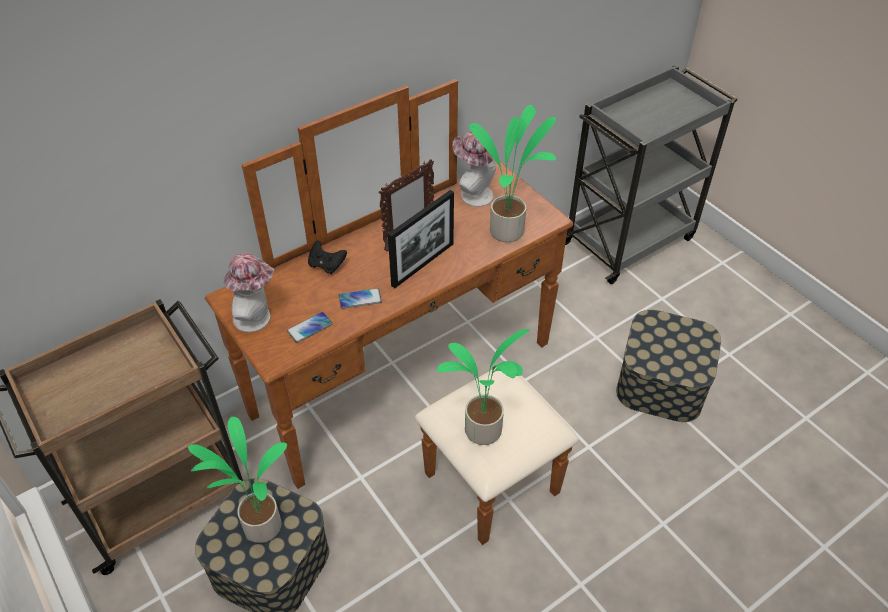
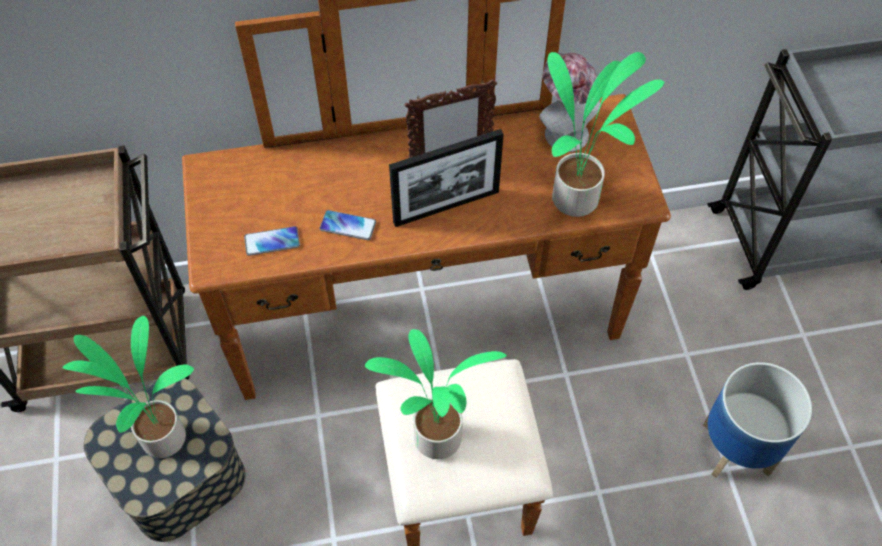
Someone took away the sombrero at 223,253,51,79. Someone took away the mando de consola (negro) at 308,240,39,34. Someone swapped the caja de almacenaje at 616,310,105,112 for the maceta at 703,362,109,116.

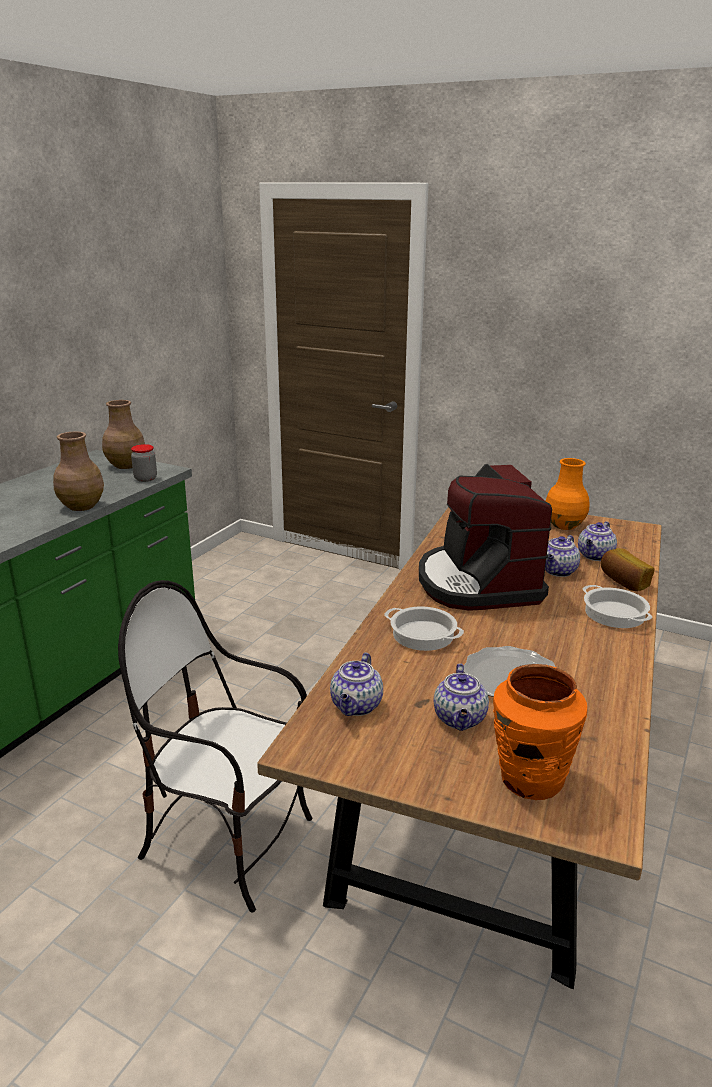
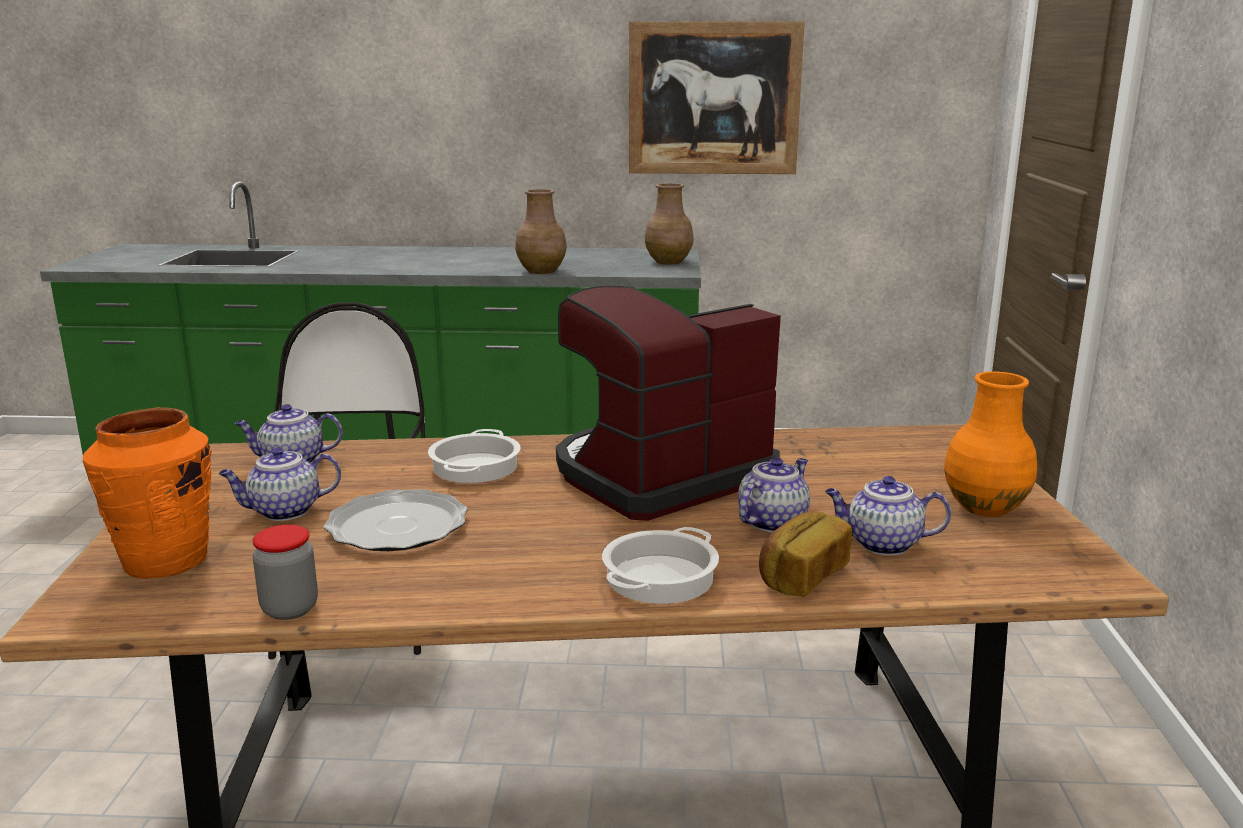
Someone put up the cuadro at 629,21,176,153. Someone carried the tarro from 131,444,26,38 to 253,525,65,95. Someone rotated the tetera at 545,535,35,42 by 120 degrees clockwise.

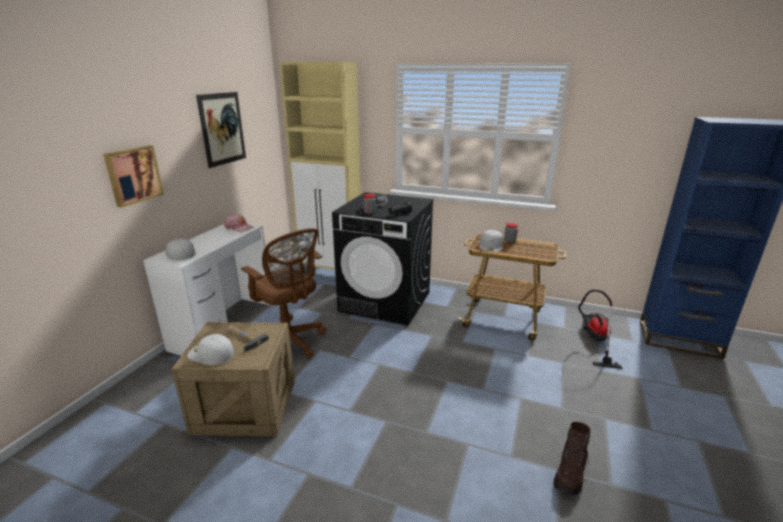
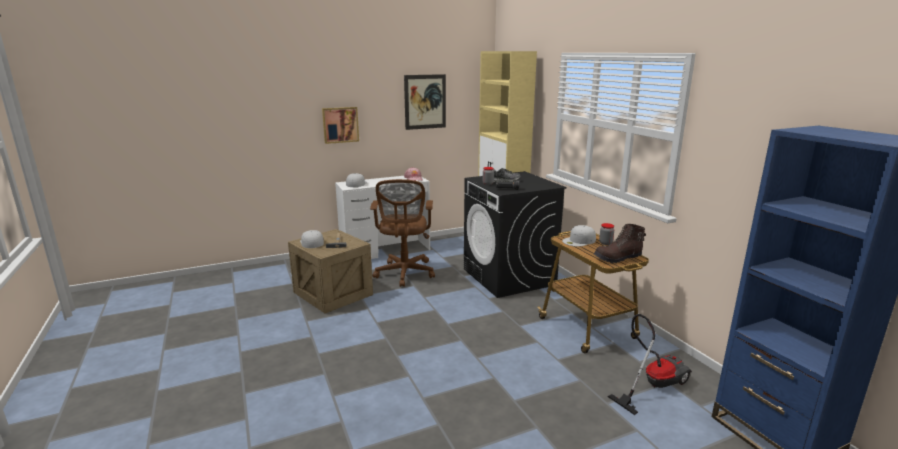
Someone carried the bota (marrón) from 553,422,38,74 to 594,224,52,39.

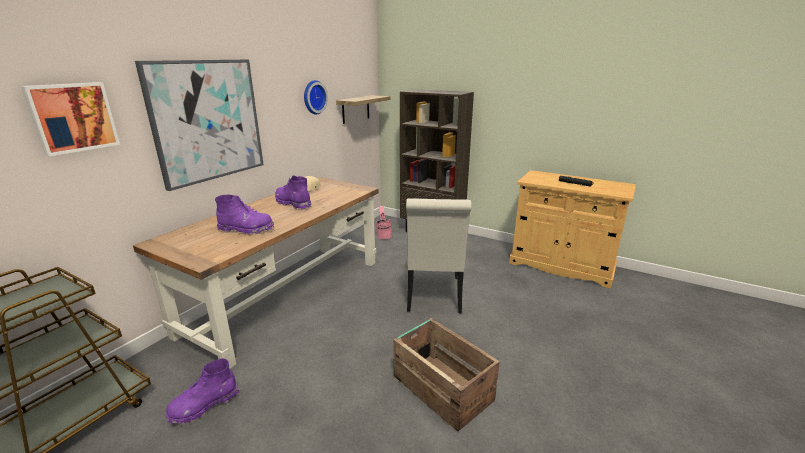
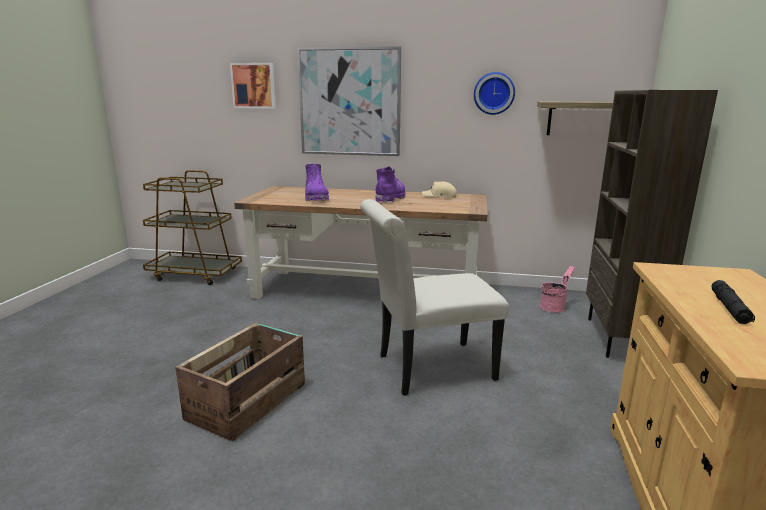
Someone took away the bota (morado) at 166,358,73,68.

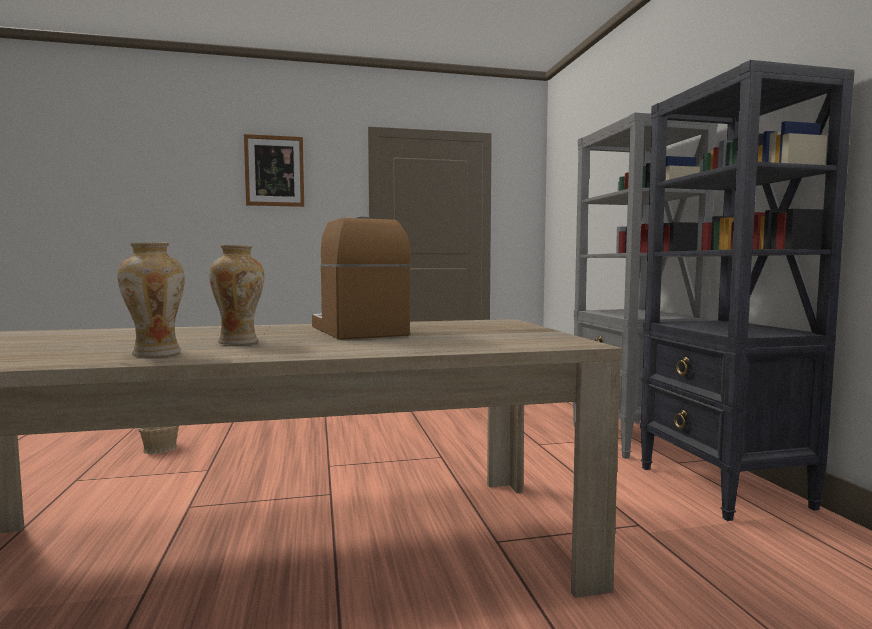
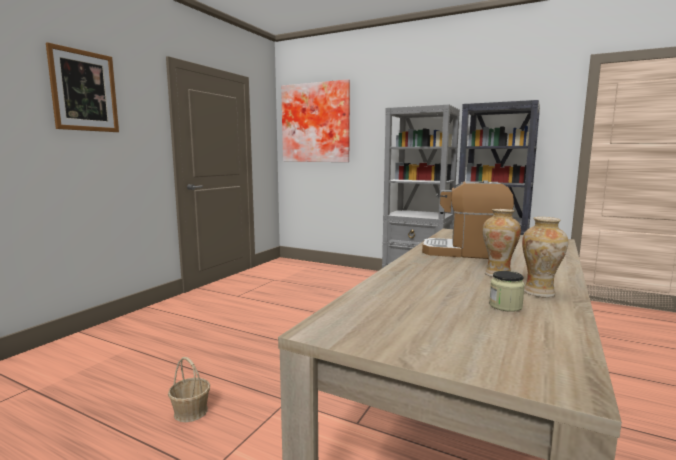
Someone put up the cuadro at 281,79,69,83. Someone put down the tarro at 489,271,36,41.

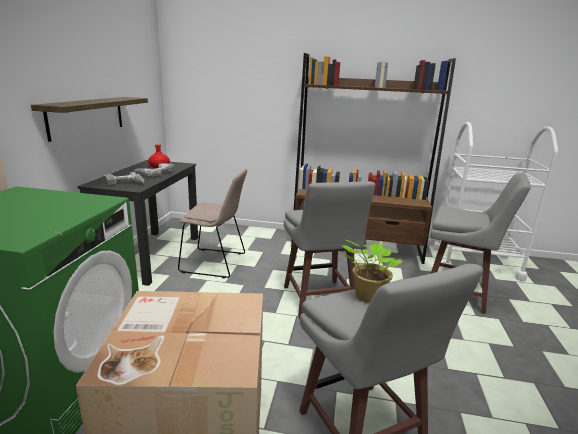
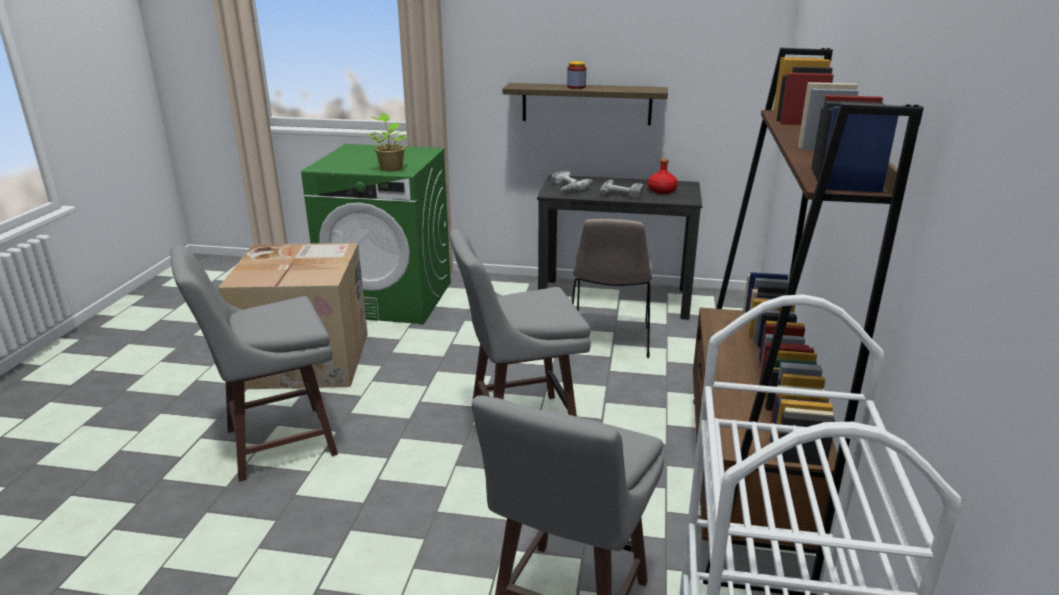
Someone put down the tarro at 567,61,19,28. Someone carried the planta en maceta from 341,240,62,63 to 365,113,43,58.

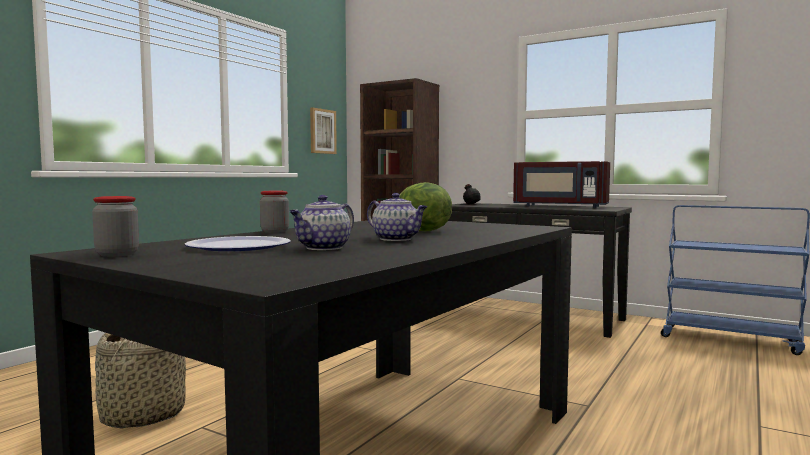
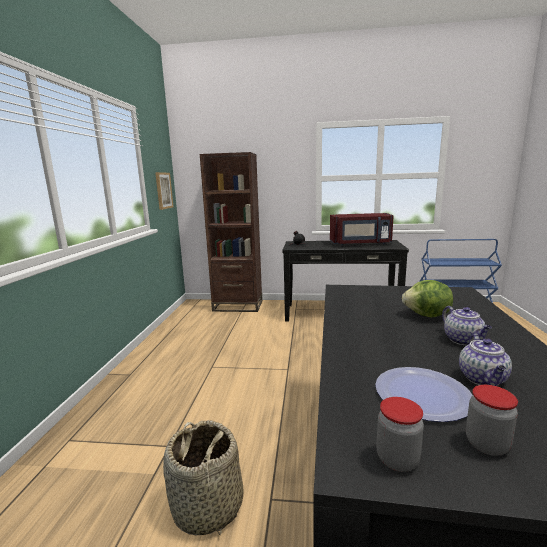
Someone carried the tarro from 260,191,29,42 to 466,385,52,71. Someone rotated the tetera at 367,193,60,48 by 60 degrees clockwise.

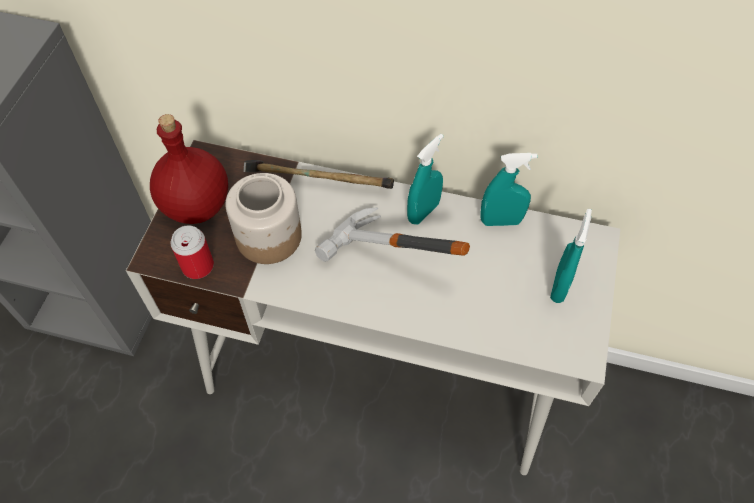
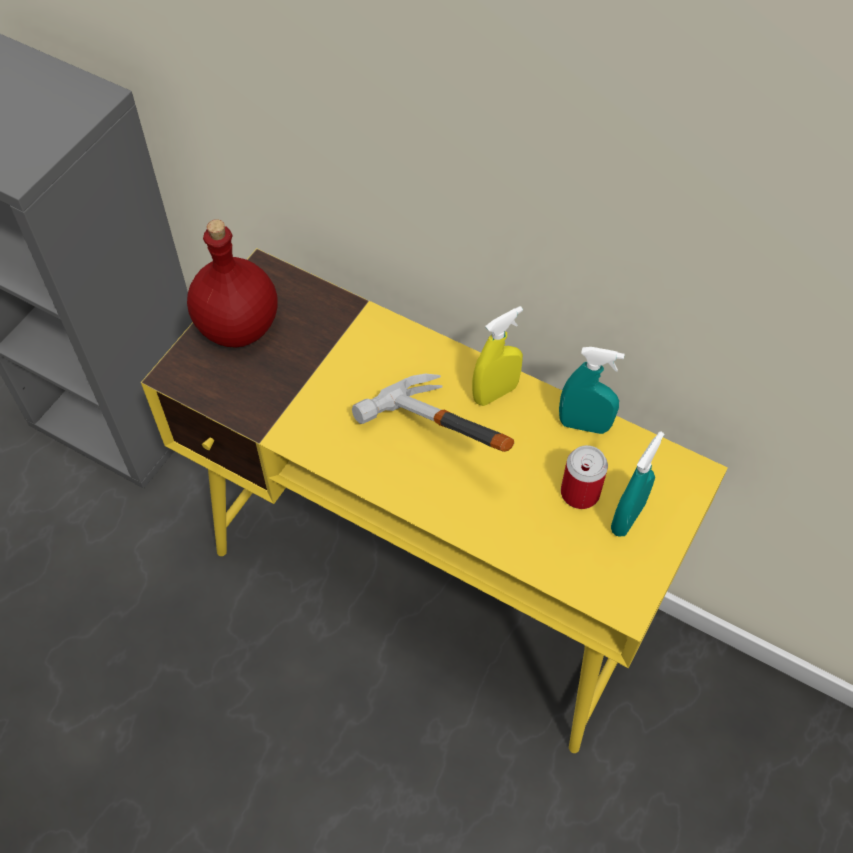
Someone took away the tarro at 225,173,77,91. Someone took away the martillo at 243,160,151,29. Someone carried the lata from 171,225,43,54 to 561,445,47,64. Someone repainted the escritorio (blanco) at 126,140,494,335, which became the escritorio (amarillo) at 141,248,587,505. Someone repainted the pulverizador (turquesa) at 407,134,37,90, which became the pulverizador (amarillo) at 472,306,51,100.

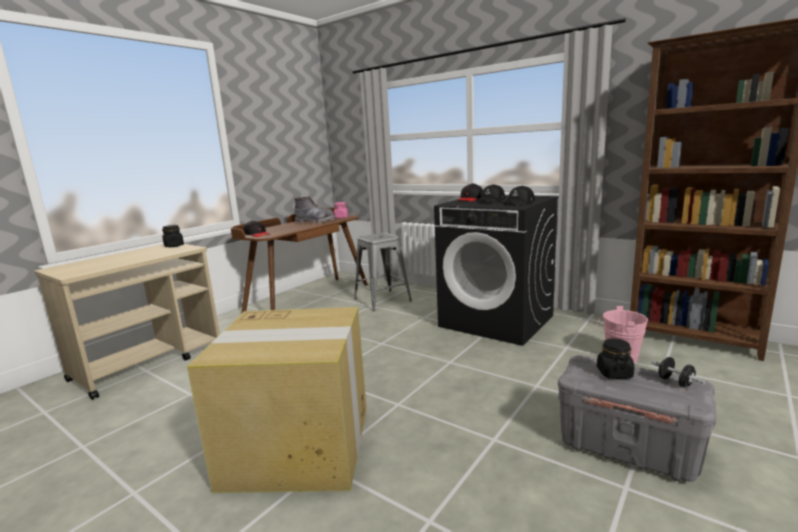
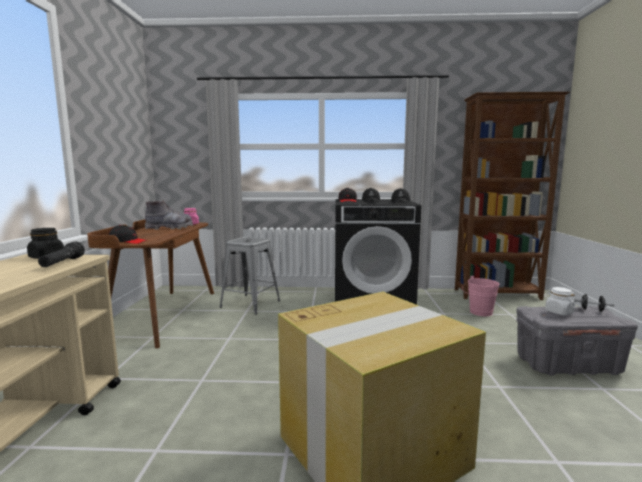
Someone put down the linterna (negro) at 38,242,47,25. Someone repainted the tarro (negro) at 597,338,37,41, which became the tarro (blanco) at 545,287,31,28.

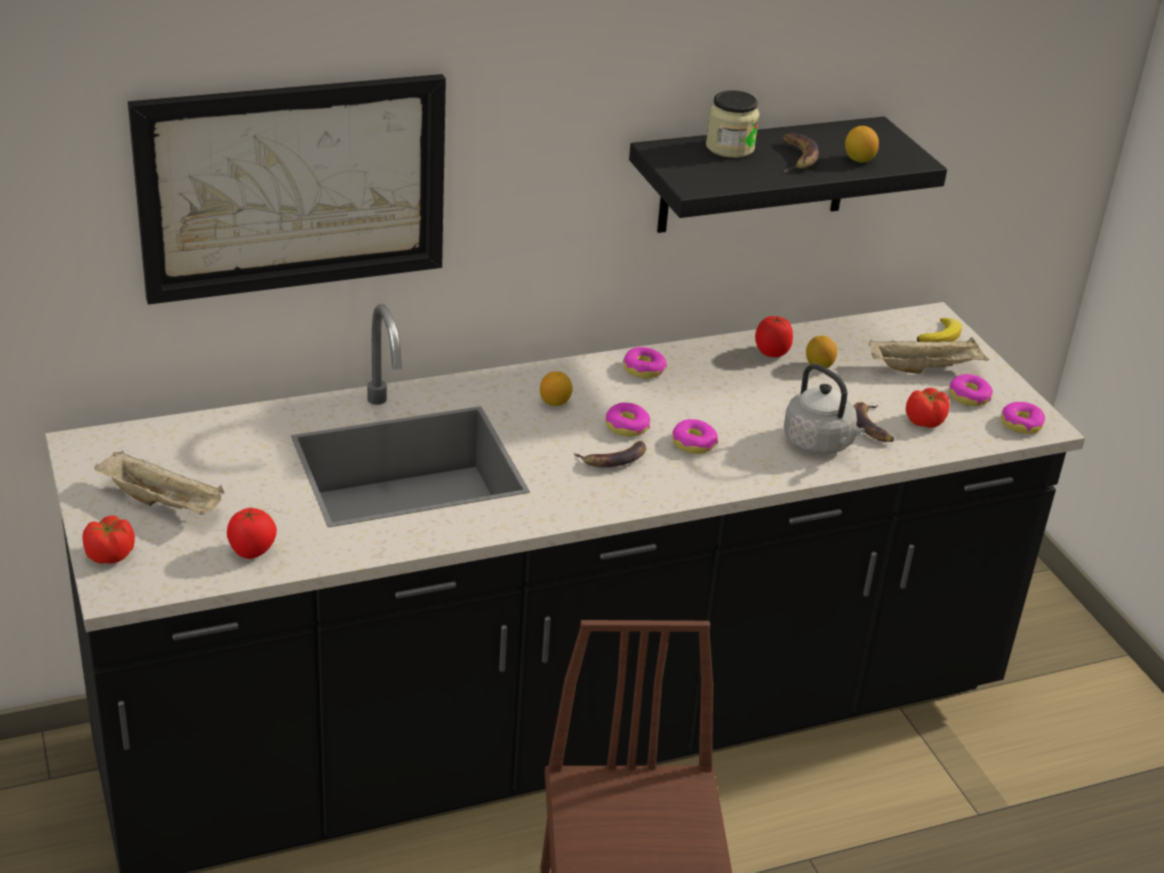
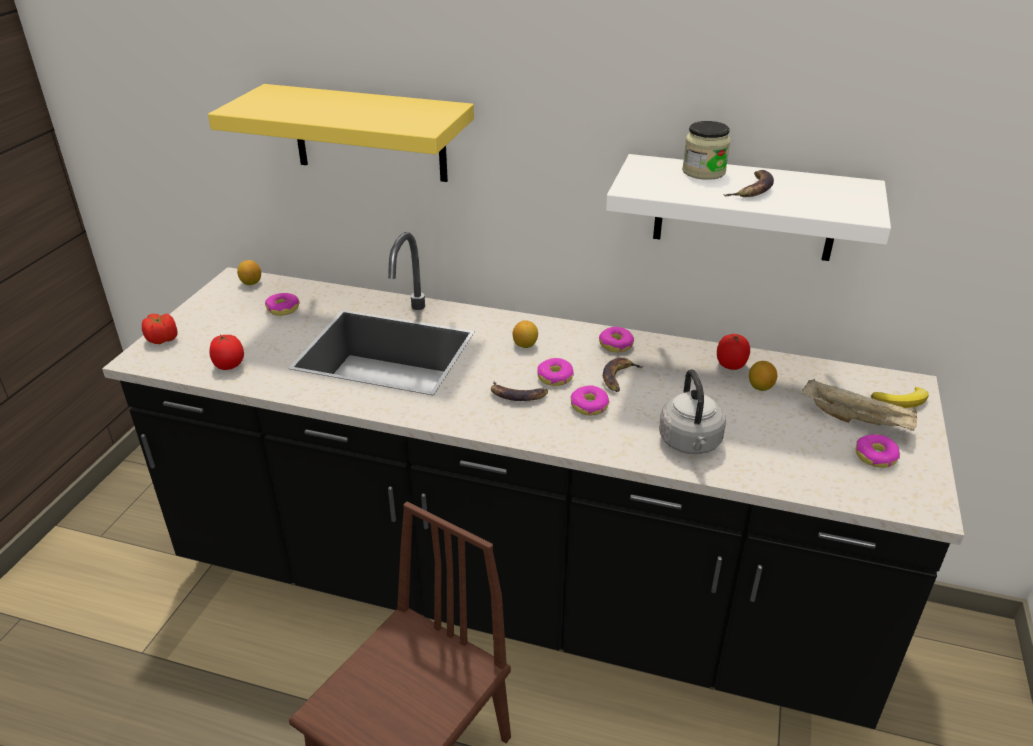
Someone took away the bandeja (beis) at 94,451,131,64. Someone took away the tomate at 906,388,43,40. Someone carried the limón from 845,126,34,37 to 237,260,24,25. Someone carried the plátano from 853,402,41,40 to 603,357,41,35. Someone carried the rosquilla from 1001,402,44,32 to 265,293,35,23. Someone swapped the cuadro at 128,74,318,231 for the estante (amarillo) at 208,84,266,98. Someone repainted the estante (negro) at 629,116,318,117, which became the estante (blanco) at 606,154,285,107.

